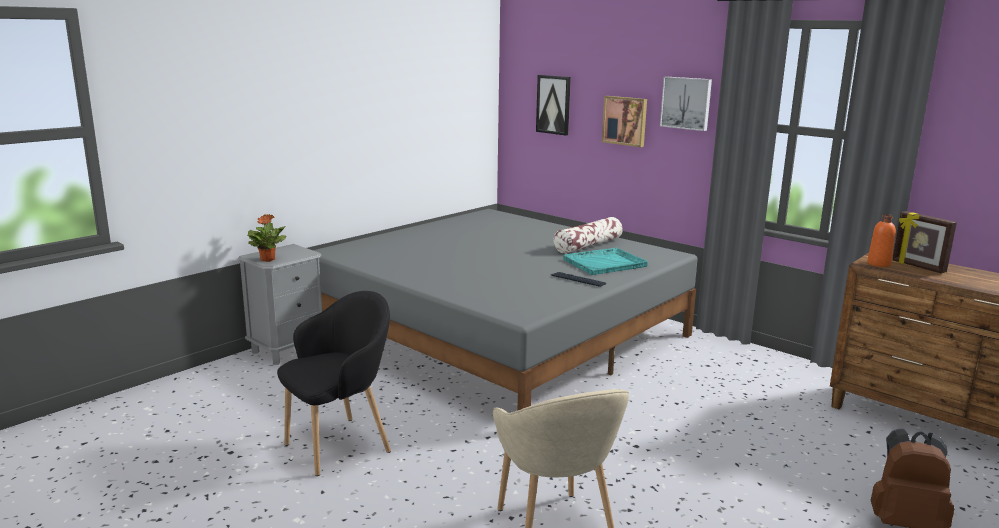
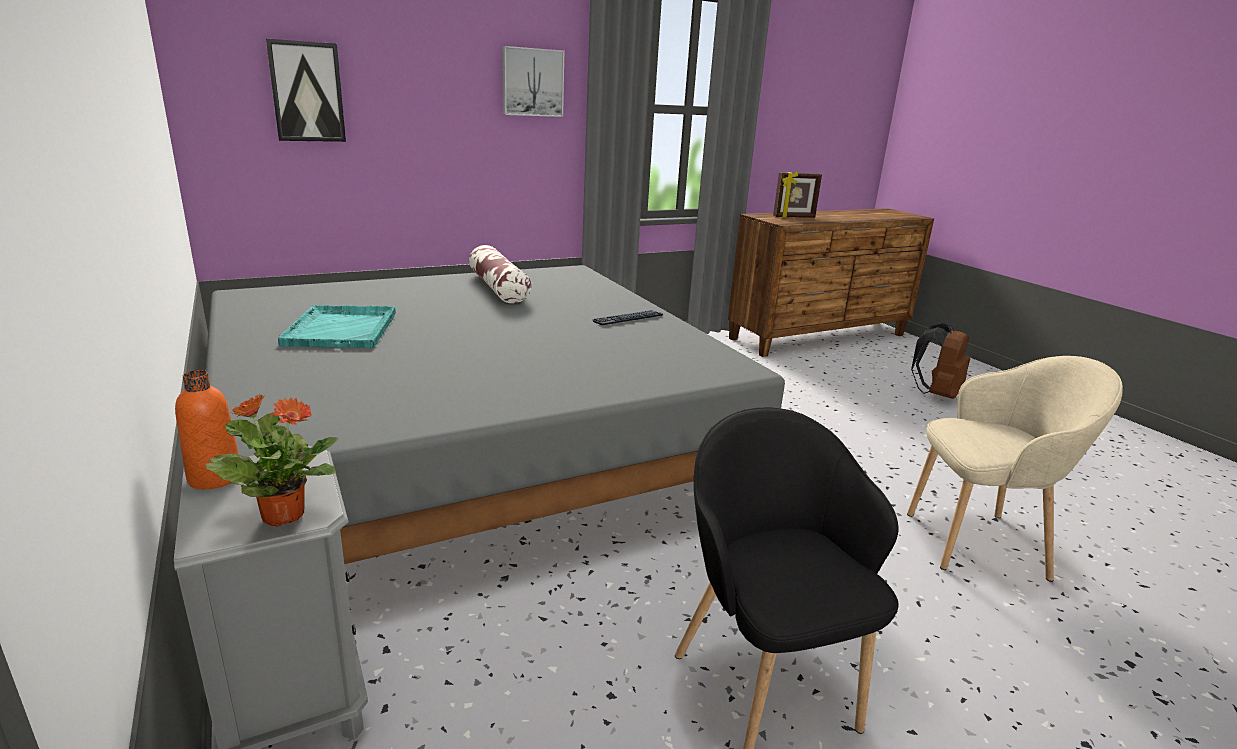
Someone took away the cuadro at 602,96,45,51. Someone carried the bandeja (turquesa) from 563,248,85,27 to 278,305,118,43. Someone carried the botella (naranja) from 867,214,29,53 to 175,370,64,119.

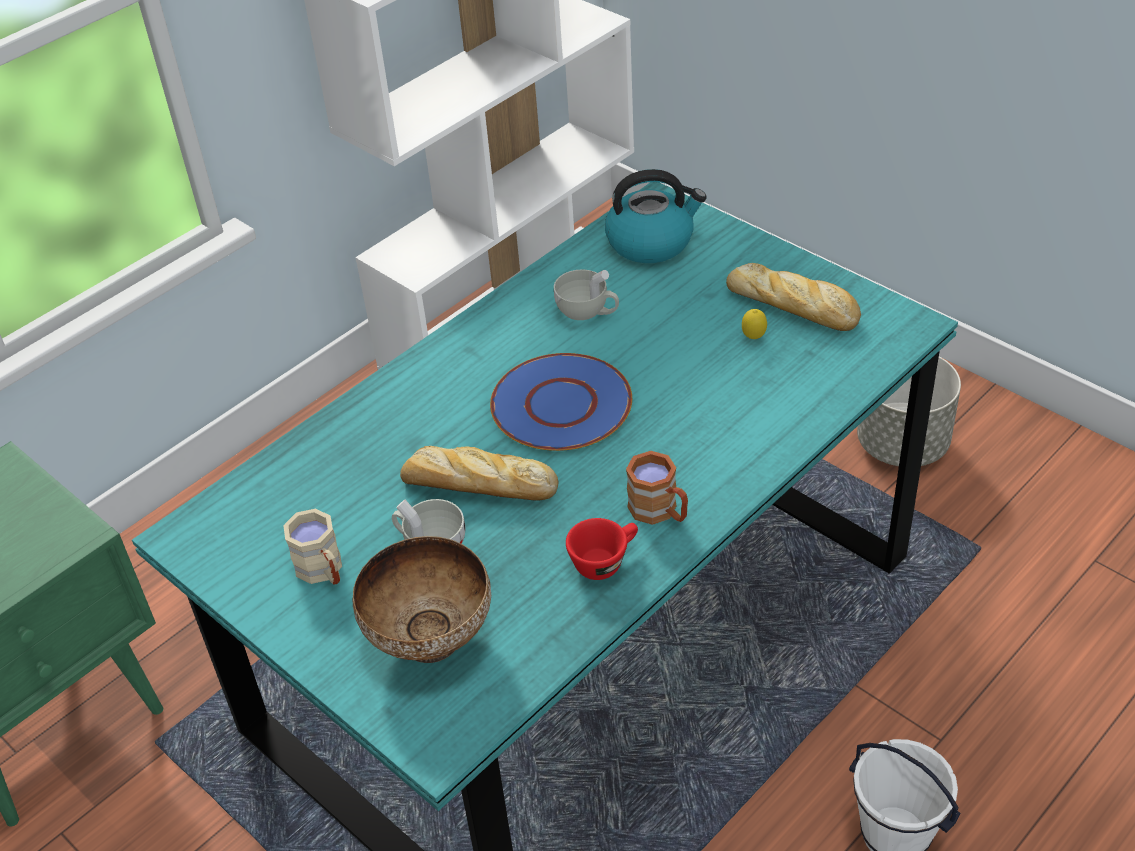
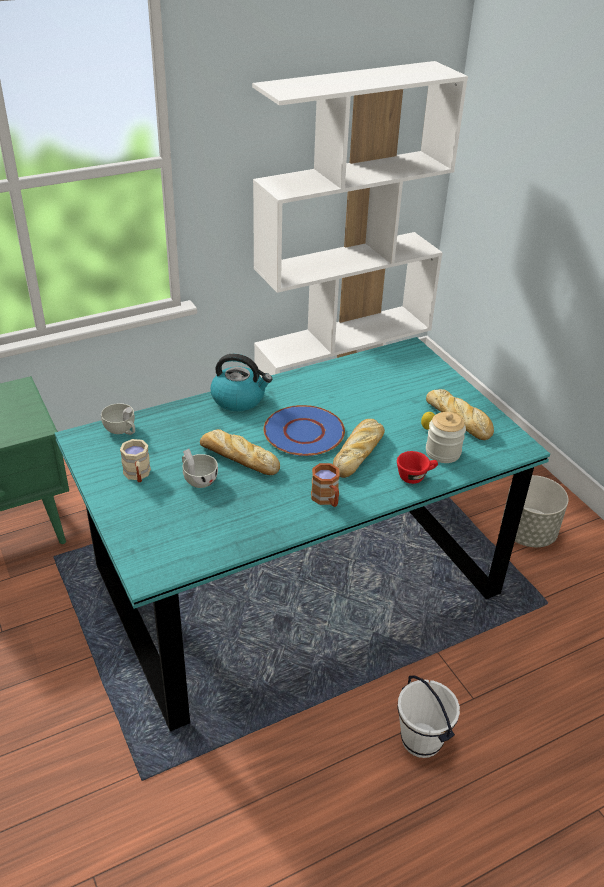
Someone took away the cuenco at 353,536,138,127. Someone put down the pan at 333,419,52,59. Someone put down the tarro at 426,412,40,51. Someone carried the taza (blanco) from 554,270,65,50 to 101,403,34,32. Someone carried the taza (rojo) from 566,518,72,62 to 397,451,41,33. Someone carried the hervidor from 605,169,102,94 to 210,354,62,57.

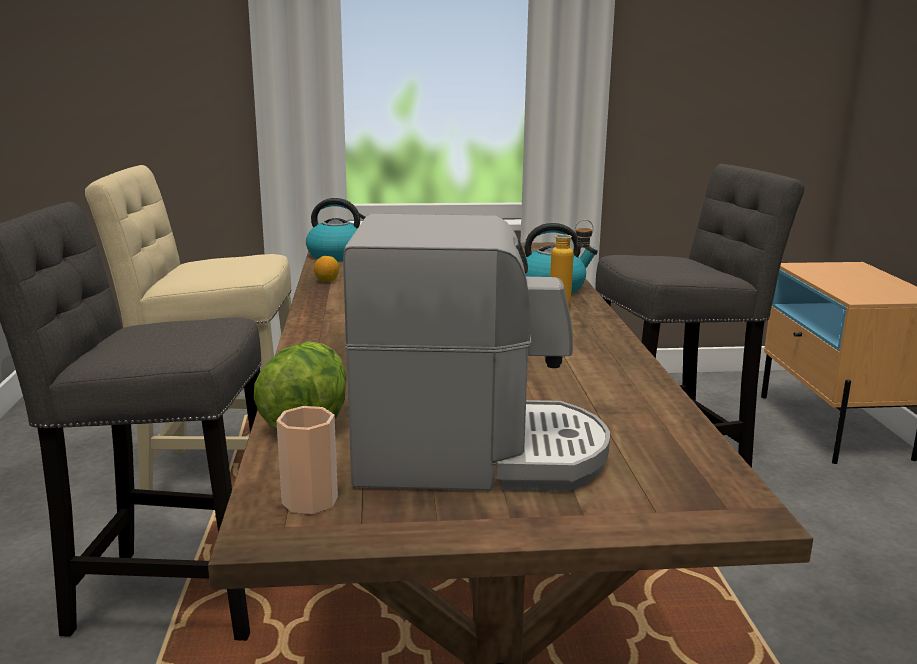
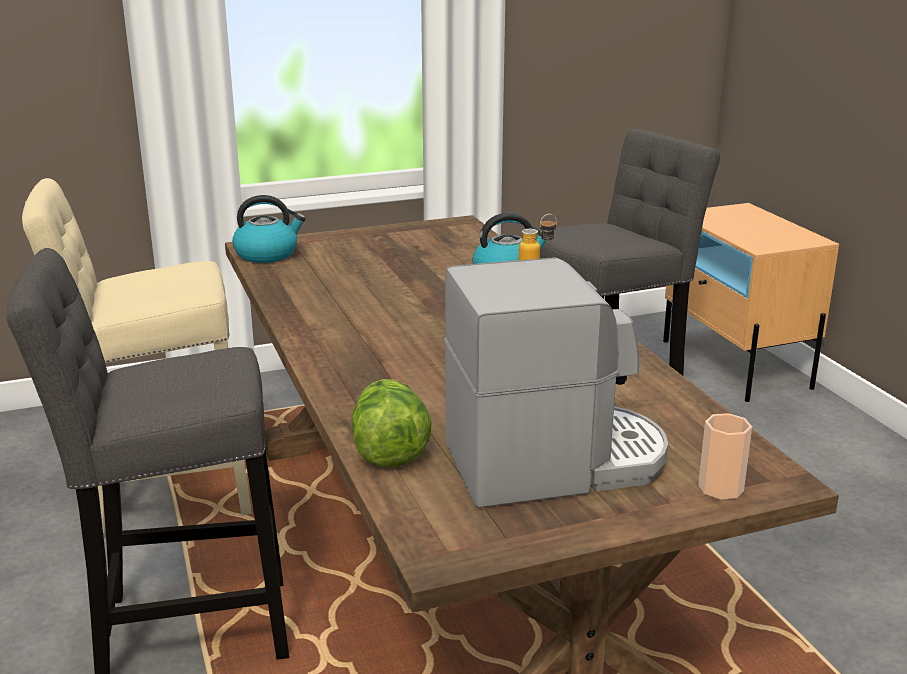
Someone took away the limón at 314,256,25,26. Someone carried the taza from 276,406,62,108 to 698,413,54,87.

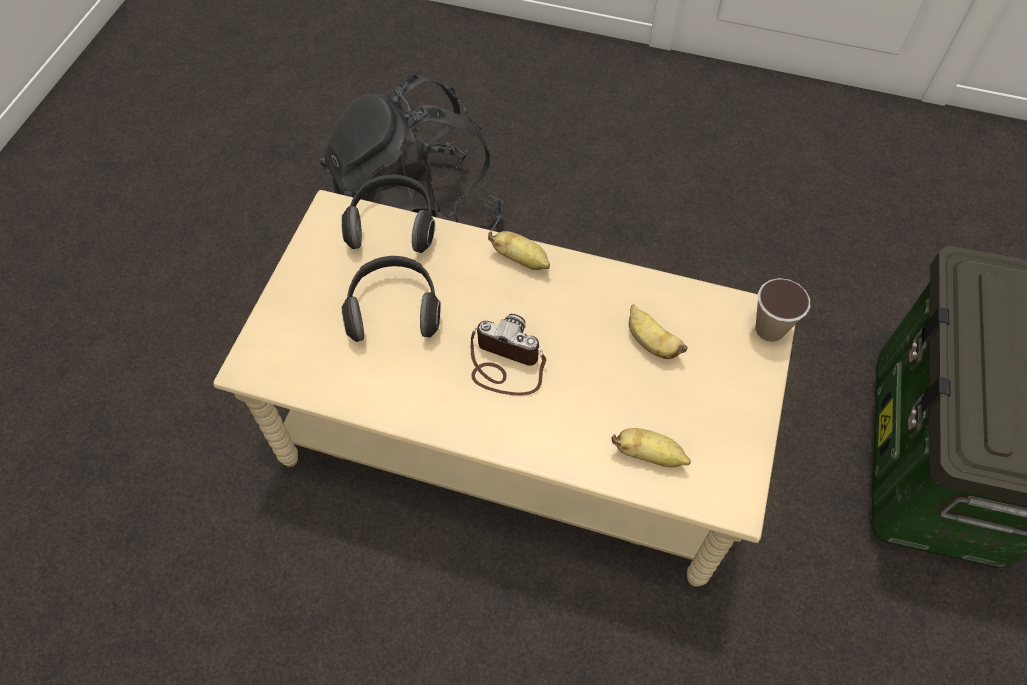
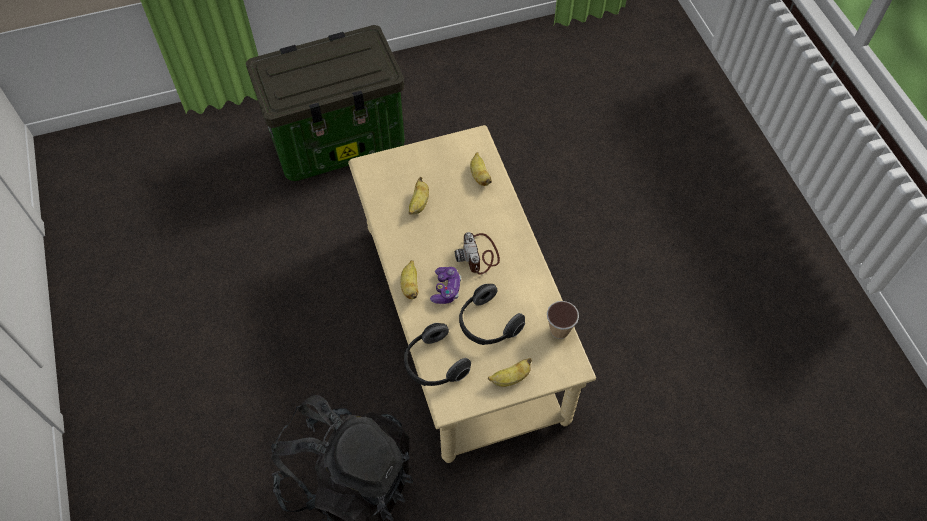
Someone put down the mando de consola at 430,267,31,37. Someone put down the plátano at 488,358,44,29. Someone carried the taza from 756,278,54,64 to 547,301,32,38.

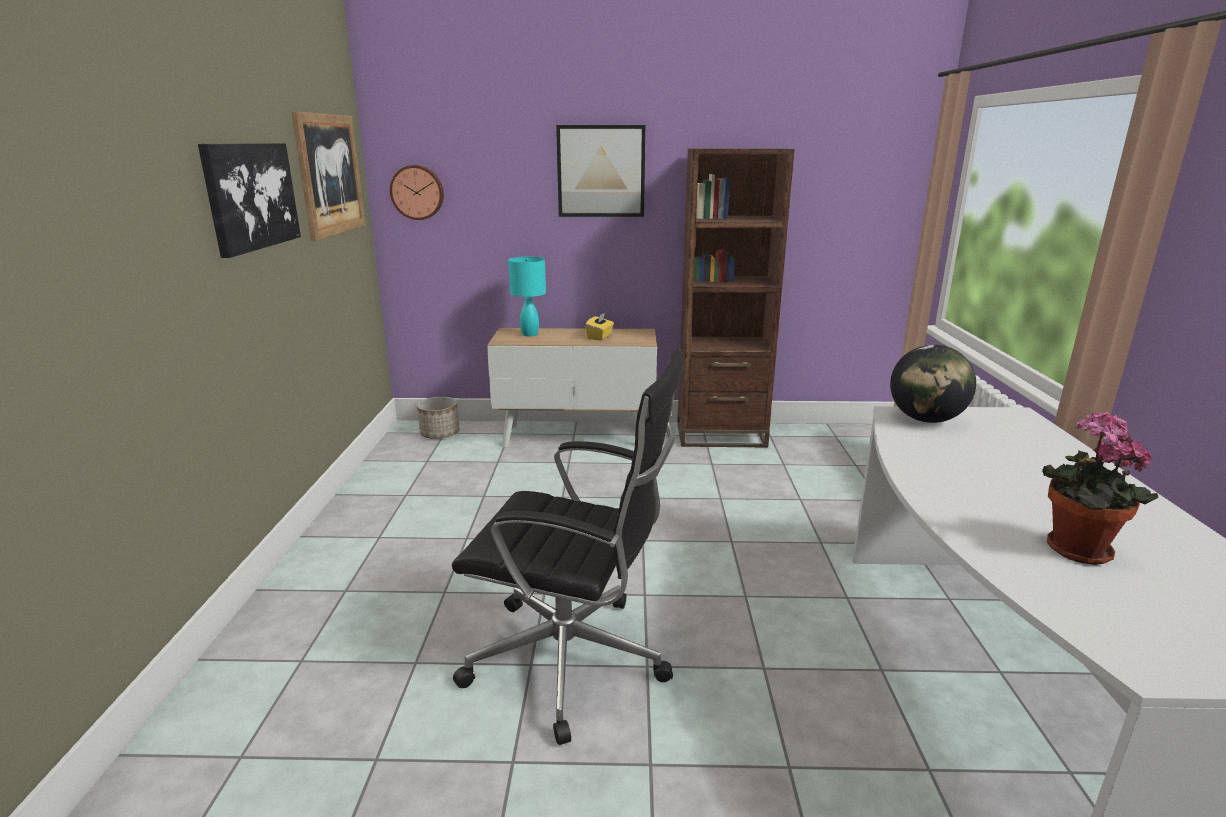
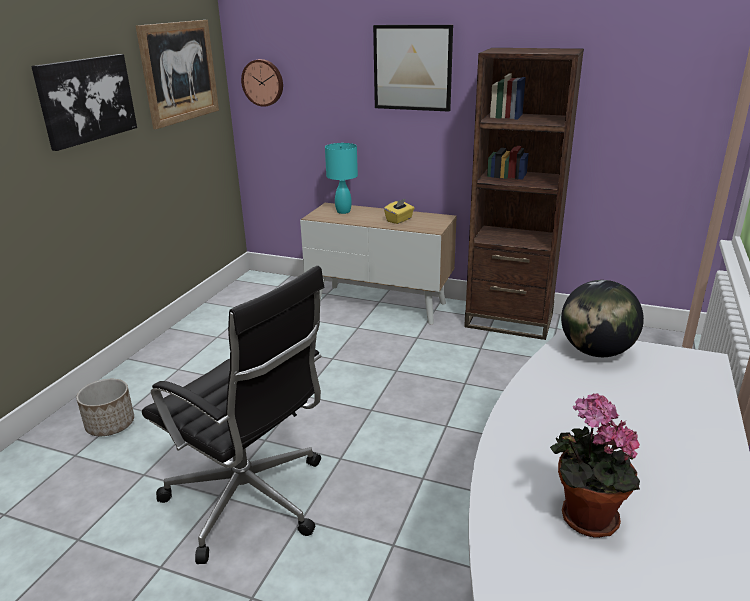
Someone carried the maceta from 417,397,42,42 to 76,379,58,57.

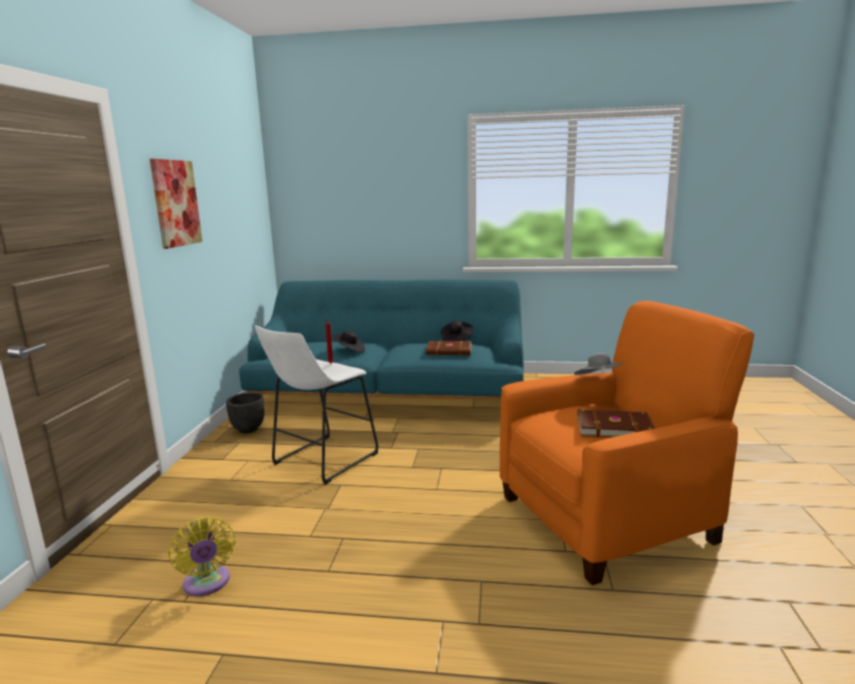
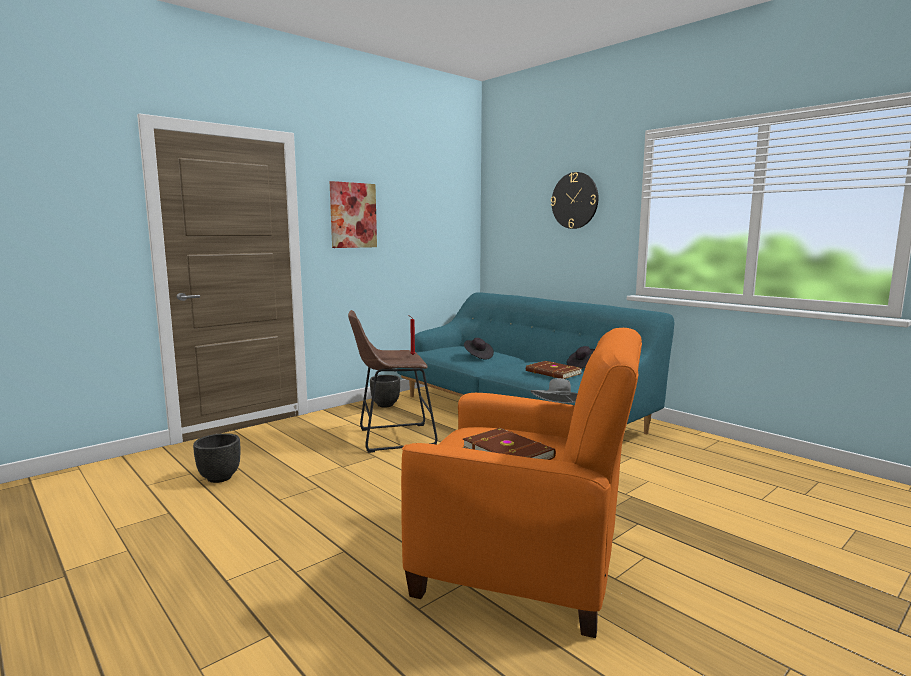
Someone put up the reloj de pared at 551,172,48,57. Someone swapped the ventilador (amarillo) at 168,517,67,79 for the maceta (negro) at 193,433,47,50. Someone repainted the taburete (blanco) at 255,325,124,159, which became the taburete (marrón) at 348,310,90,143.

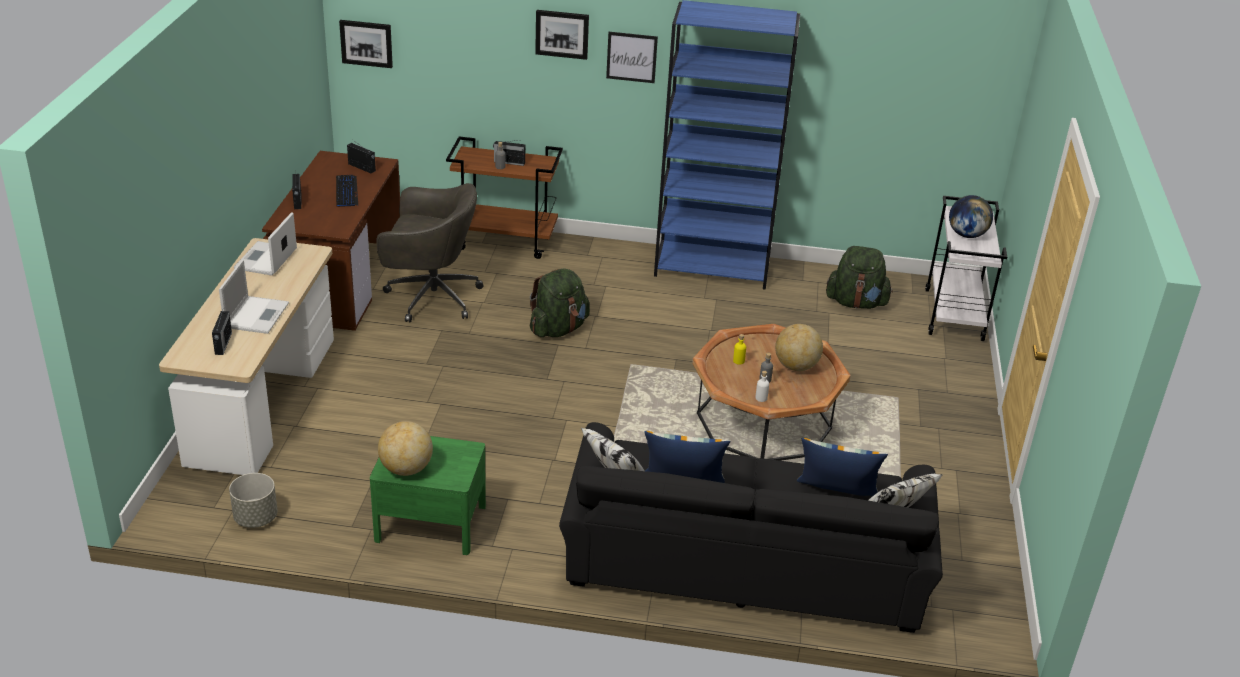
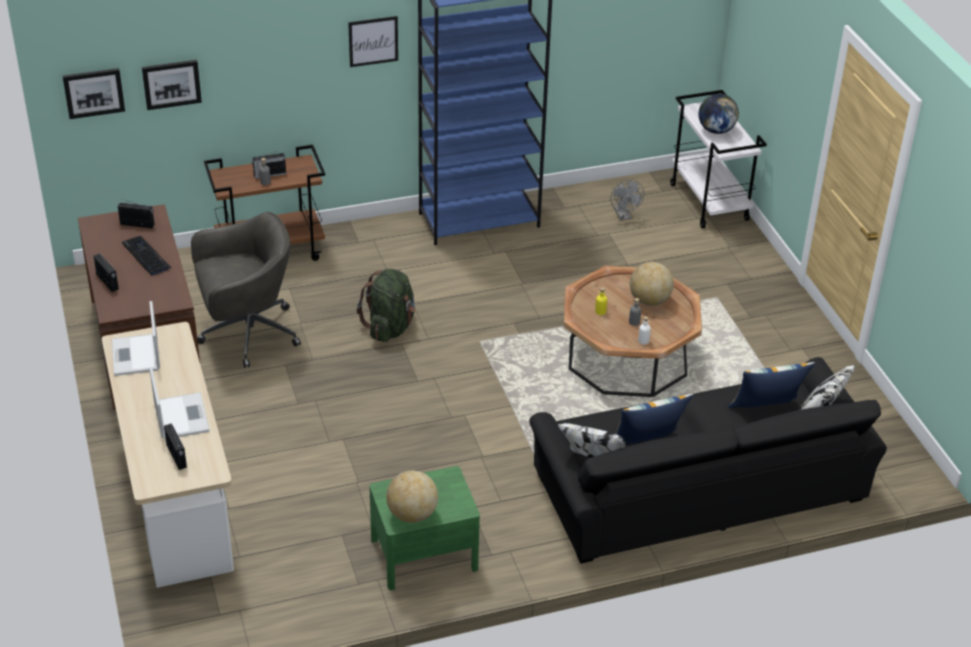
Someone took away the maceta (gris) at 229,473,49,55. Someone carried the cuadro from 535,10,54,50 to 142,60,60,50. Someone swapped the mochila (verde) at 826,246,67,63 for the ventilador (gris) at 610,180,34,40.

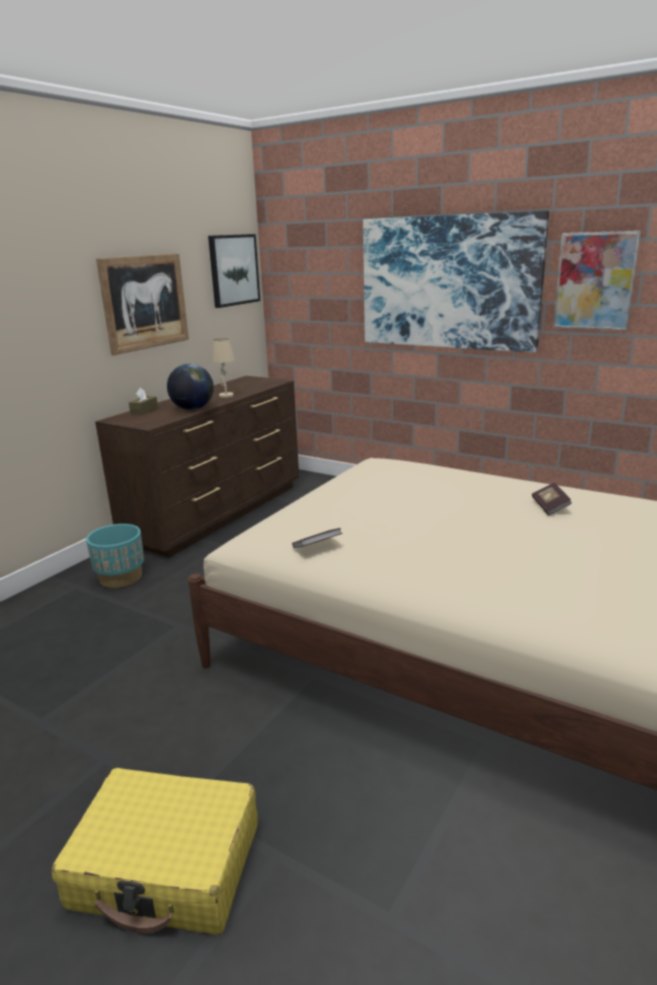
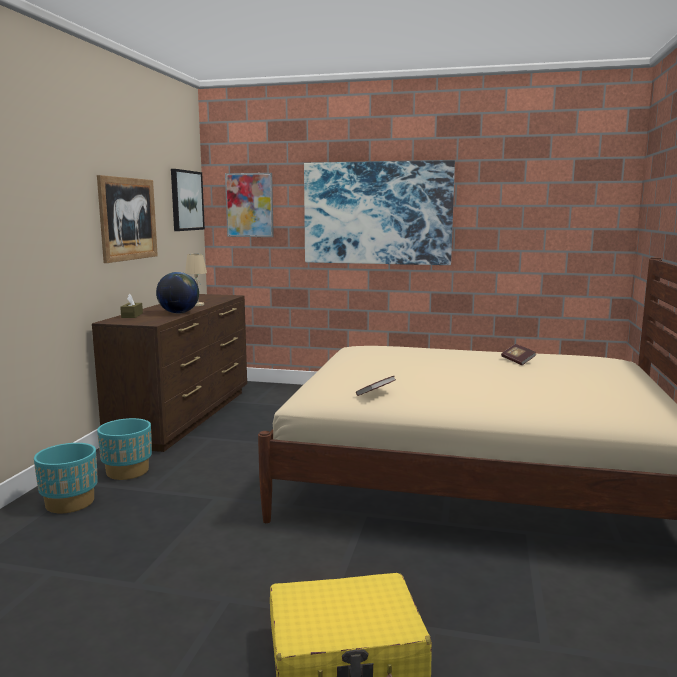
Someone put down the maceta (turquesa) at 34,443,64,70. Someone carried the cuadro from 553,231,88,100 to 225,173,49,64.

